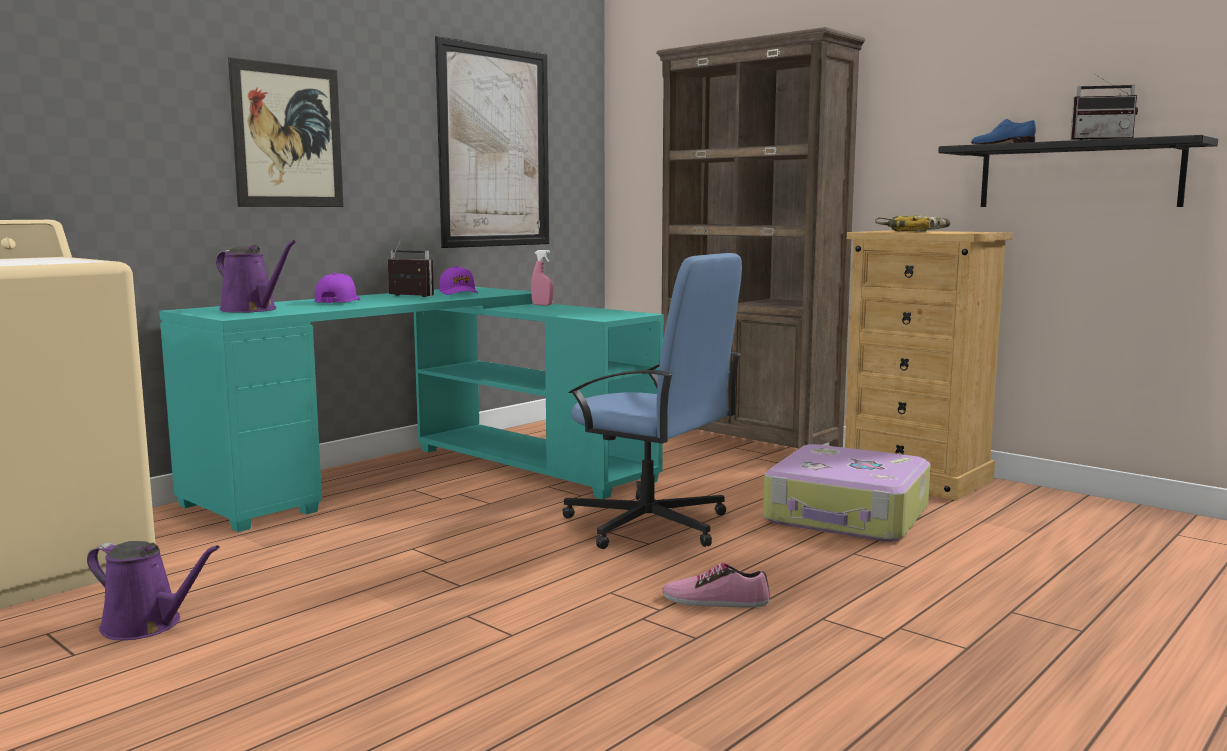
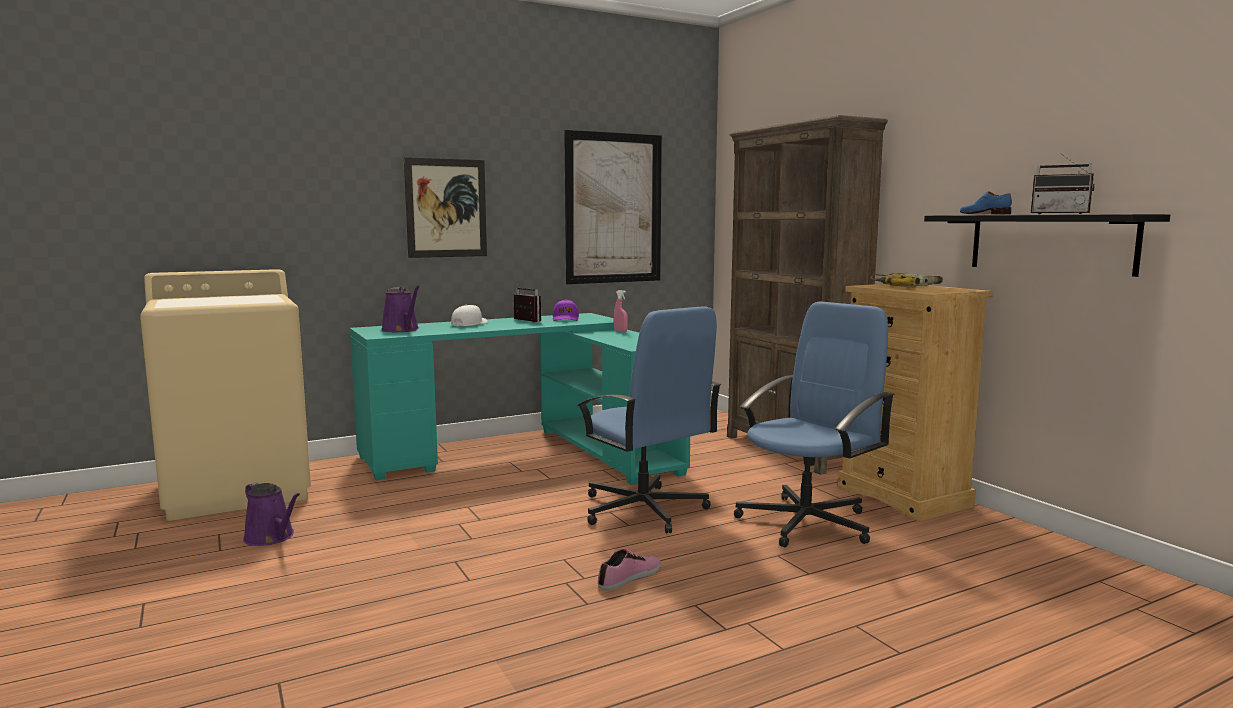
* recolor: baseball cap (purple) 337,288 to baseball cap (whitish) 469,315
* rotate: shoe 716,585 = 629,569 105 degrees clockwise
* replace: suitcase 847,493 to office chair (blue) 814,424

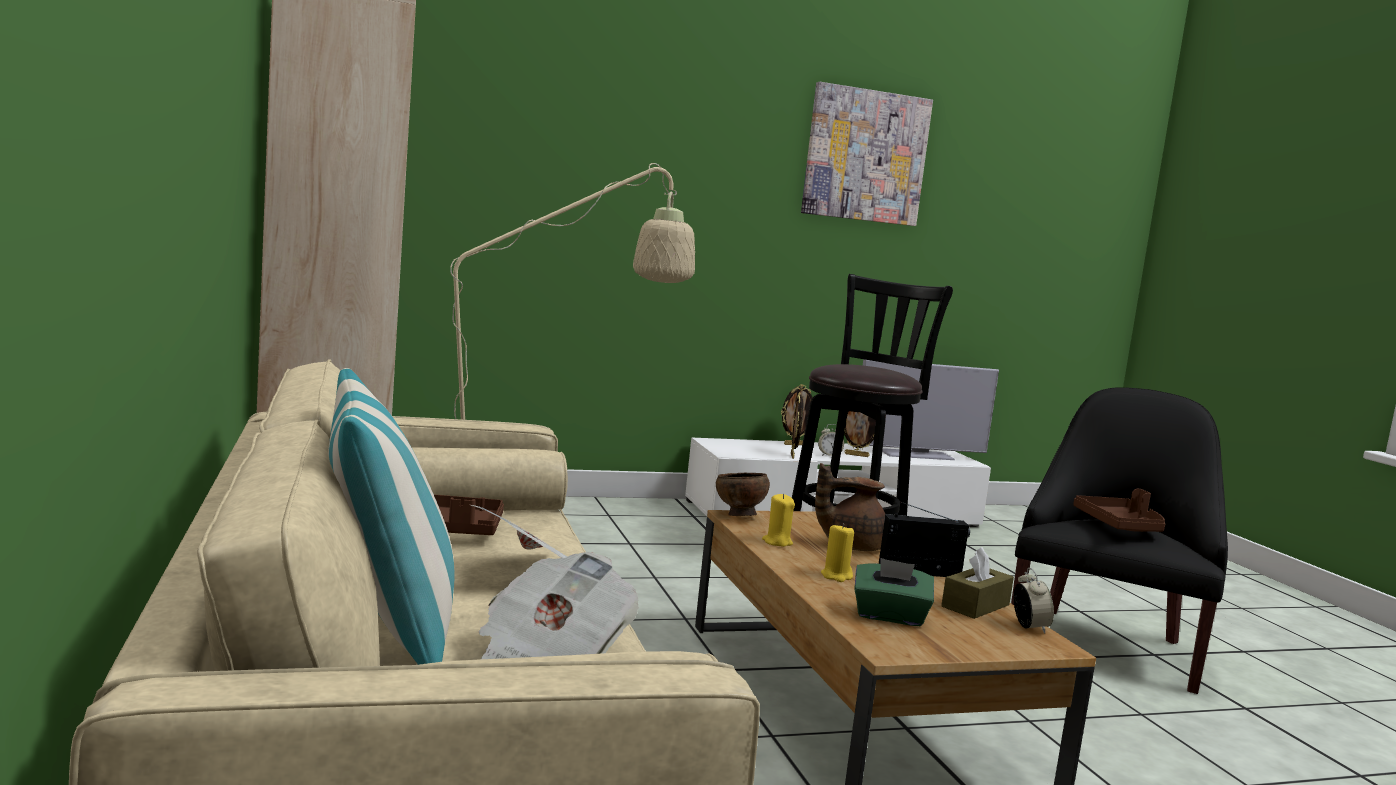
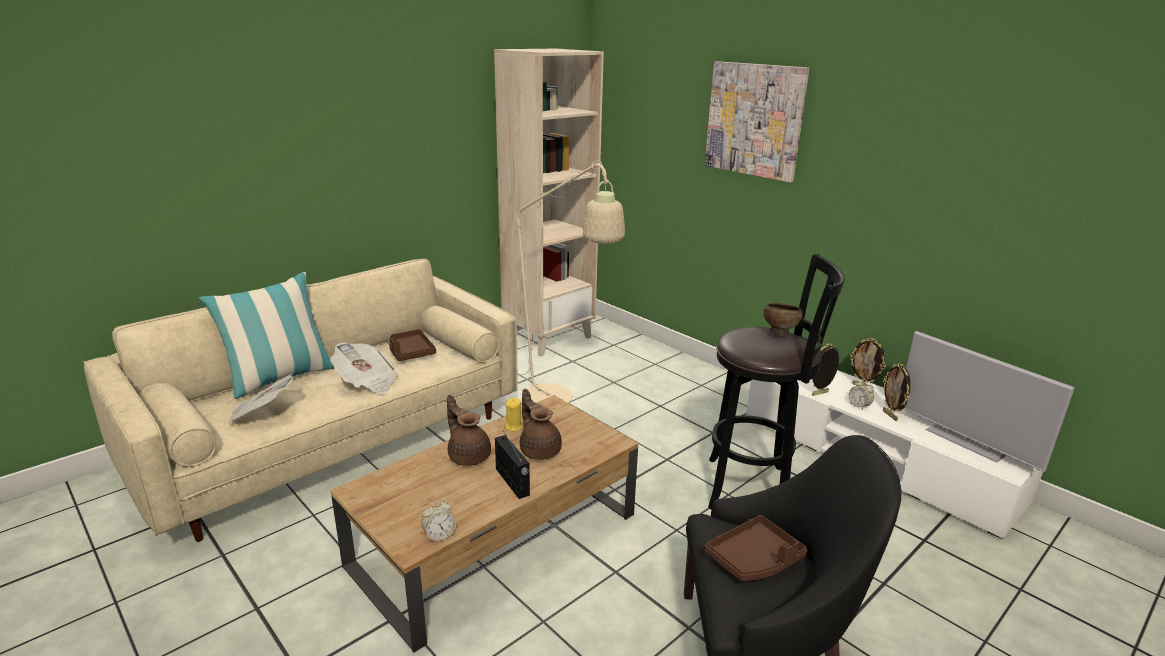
* move: bowl (brownish) 743,494 to 783,319
* move: picture 867,154 to 757,121
* replace: candle (yellowish) 837,552 to pot for tea (brownish) 469,430
* delete: box of tissues (green-coloured) 894,592
* delete: box of tissues (brownish) 977,583

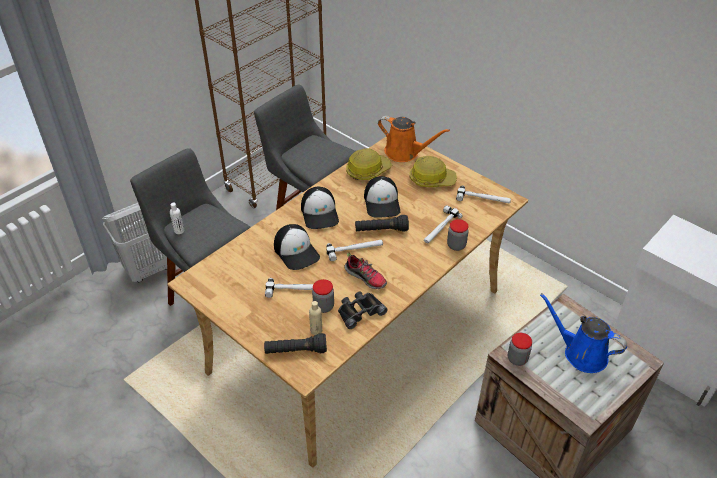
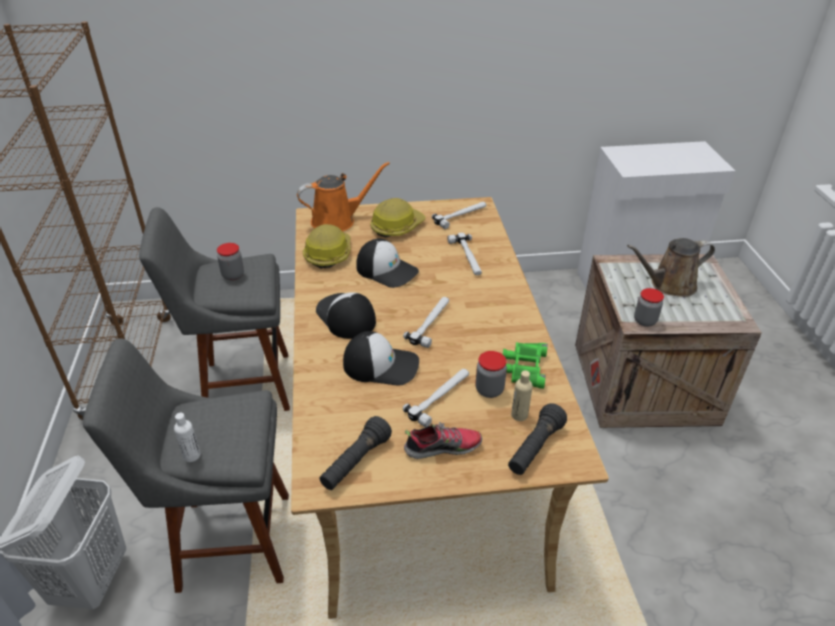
* rotate: baseball cap 320,208 = 346,315 150 degrees counterclockwise
* recolor: pair of binoculars (black-coloured) 363,310 to pair of binoculars (green-coloured) 525,365
* move: shoe 365,270 to 443,440
* move: torch (black-coloured) 382,223 to 356,453
* move: storage jar 457,235 to 230,261
* recolor: watering can (blue) 583,333 to watering can (brownish) 671,267

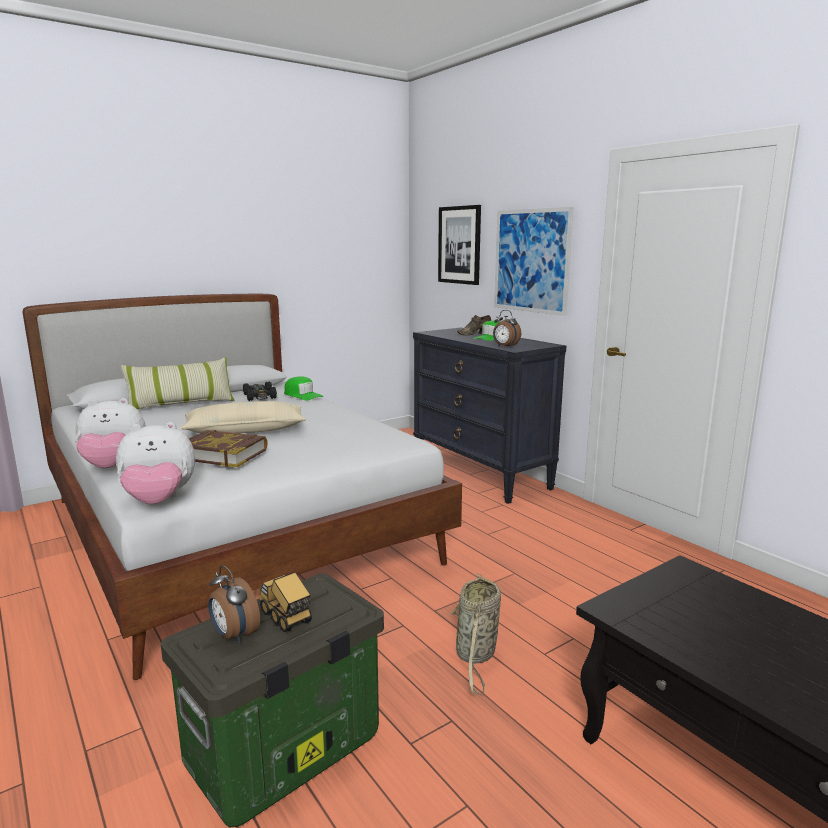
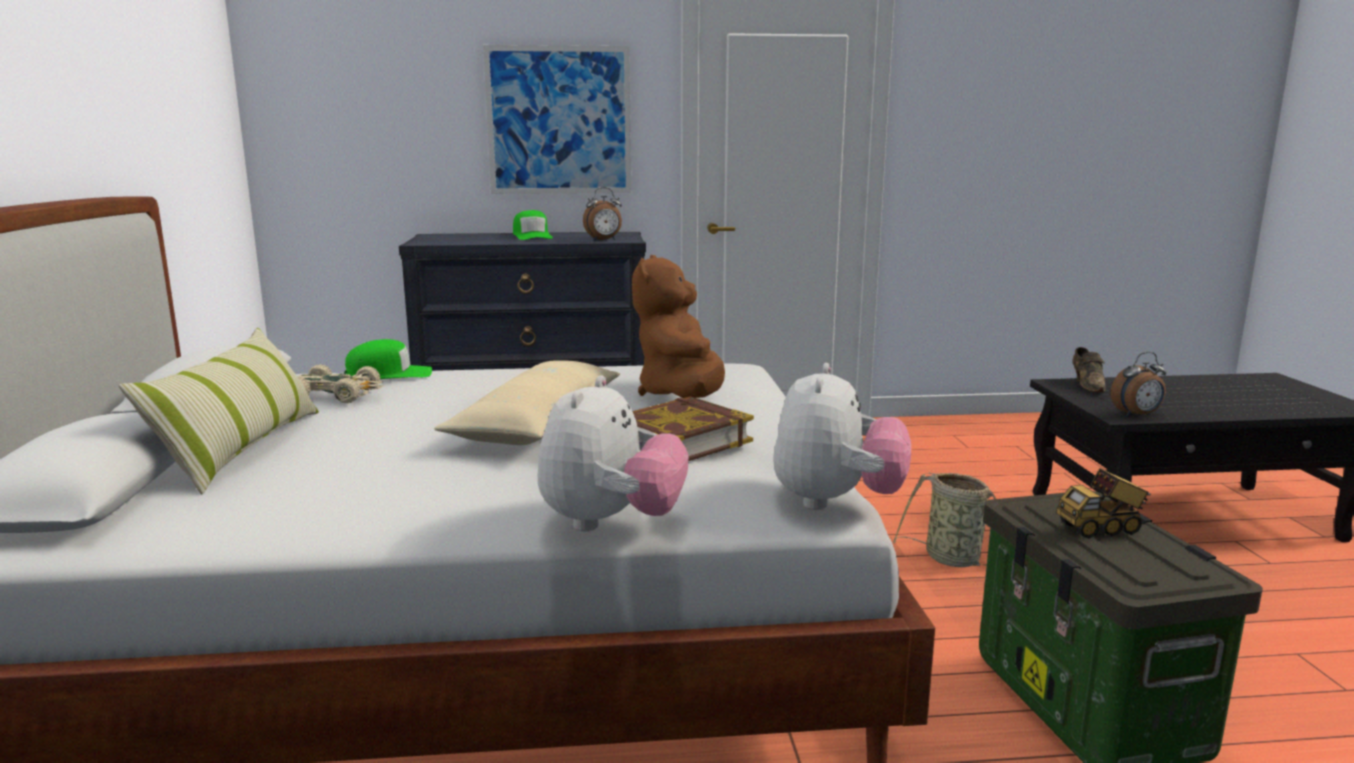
* move: alarm clock 234,604 to 1138,384
* recolor: toy car (black-coloured) 260,391 to toy car (sand-coloured) 340,384
* delete: picture 459,245
* move: shoe (brownish) 474,325 to 1089,370
* insert: plush toy (brownish) 678,326

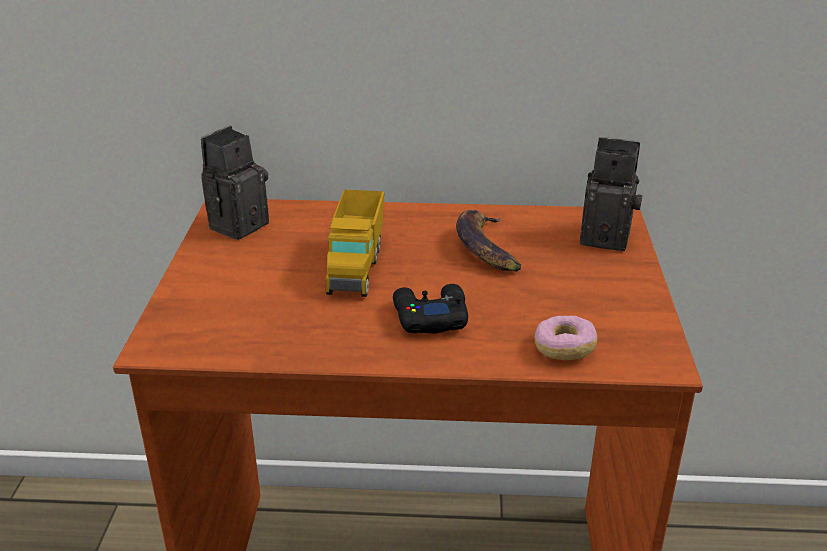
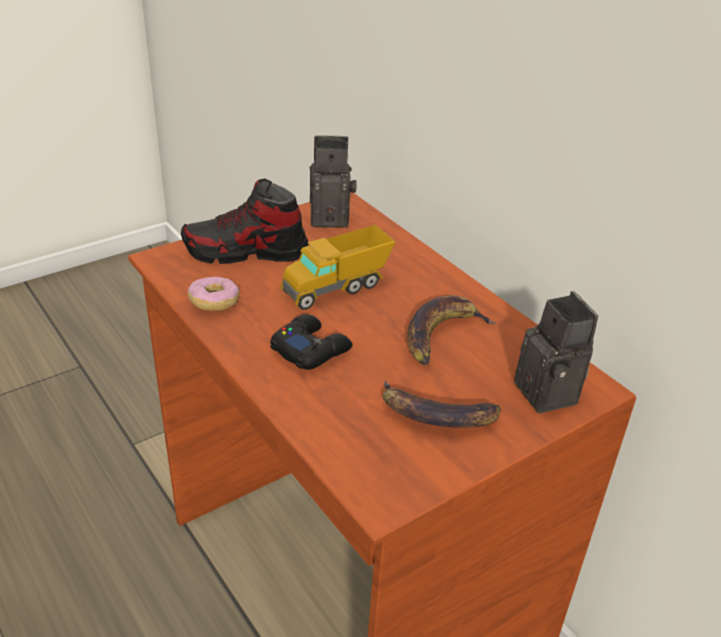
* move: donut 565,338 to 213,294
* insert: shoe 244,221
* insert: banana 442,404

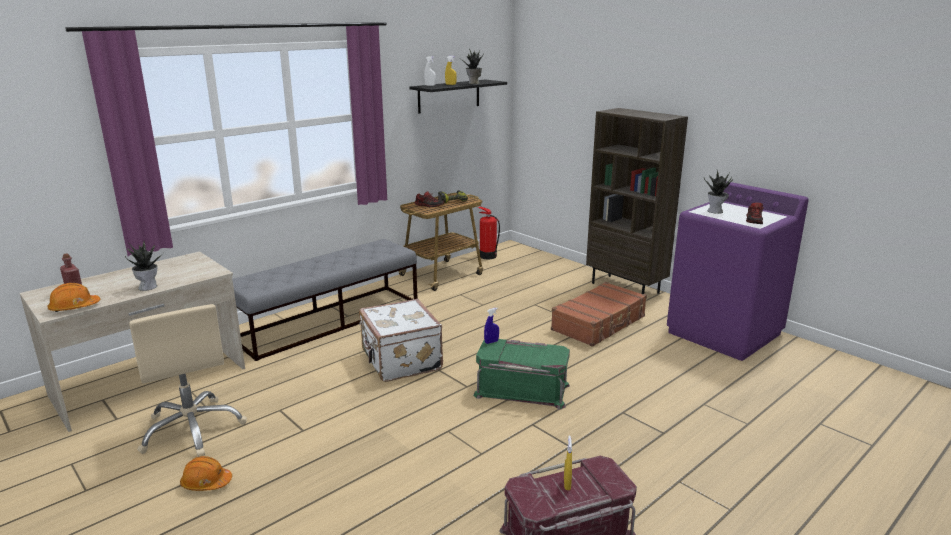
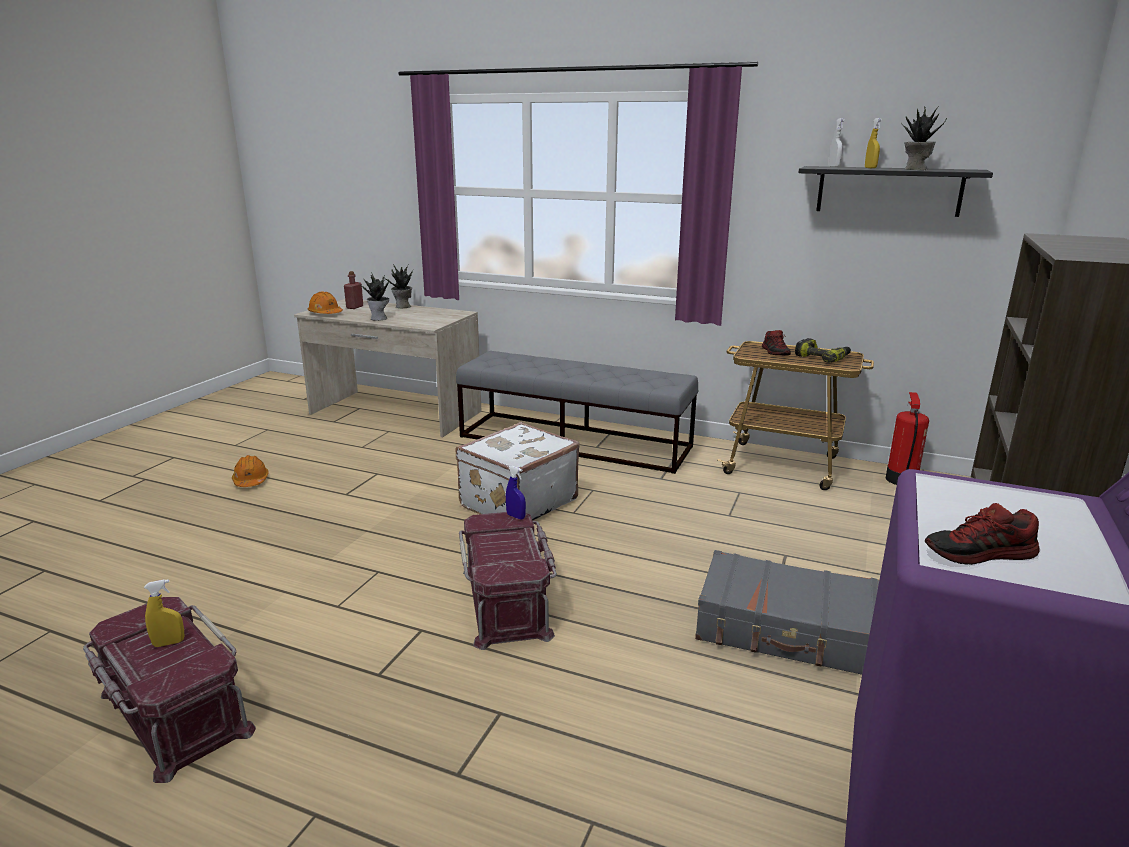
* delete: office chair (sand-coloured) 188,380
* recolor: storage bin (green-coloured) 522,374 to storage bin (red) 508,581
* recolor: suitcase (brownish) 599,314 to suitcase (greyish) 787,612
* move: houseplant 718,192 to 398,286

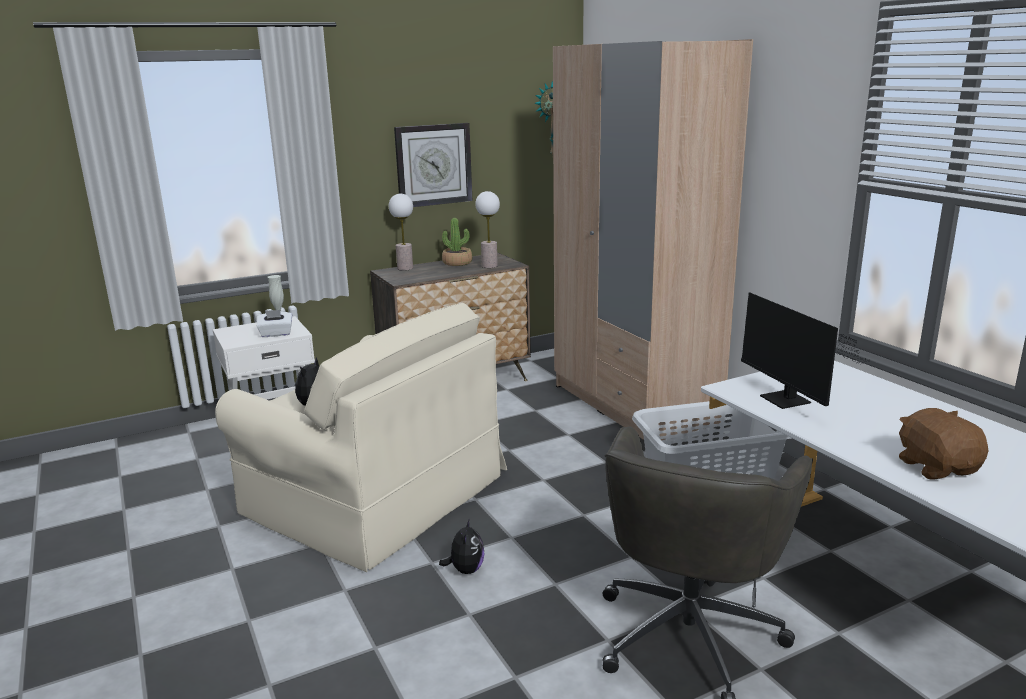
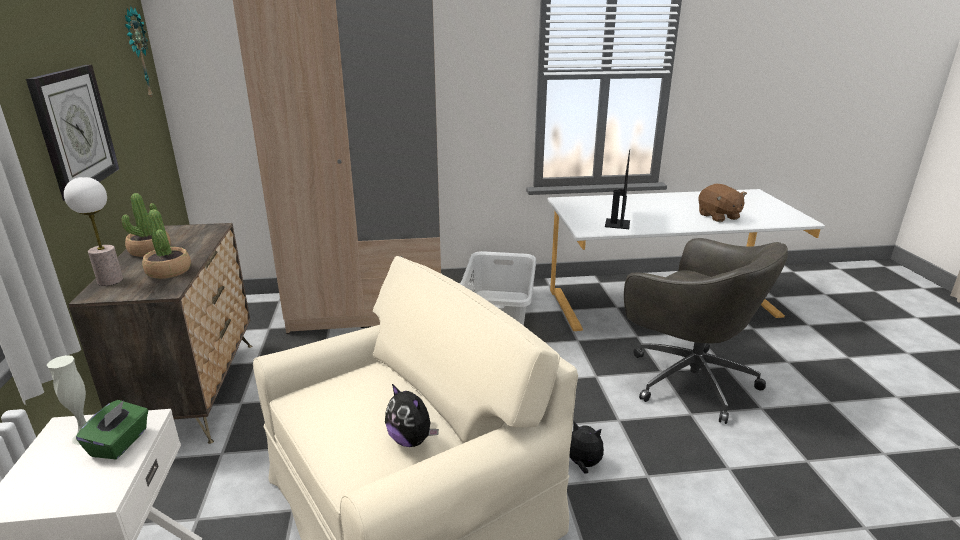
* recolor: box of tissues (whitish) 274,323 to box of tissues (green-coloured) 112,429
* delete: lamp for a table 487,229
* rotate: monitor 805,350 = 617,189 75 degrees counterclockwise
* rotate: plush toy (brownish) 944,444 = 722,203 120 degrees counterclockwise
* insert: houseplant 166,244

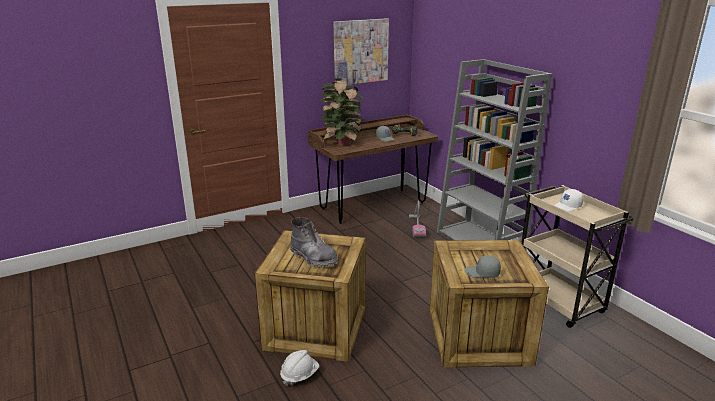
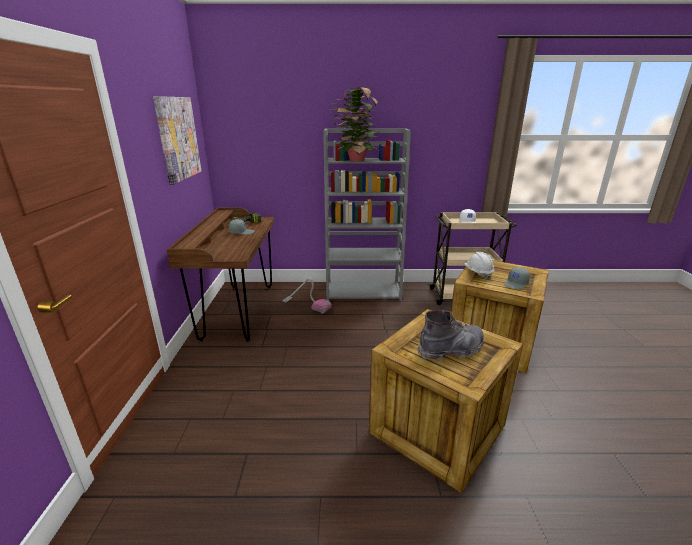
* move: hard hat (whitish) 299,368 to 479,265
* move: houseplant 342,113 to 355,124

